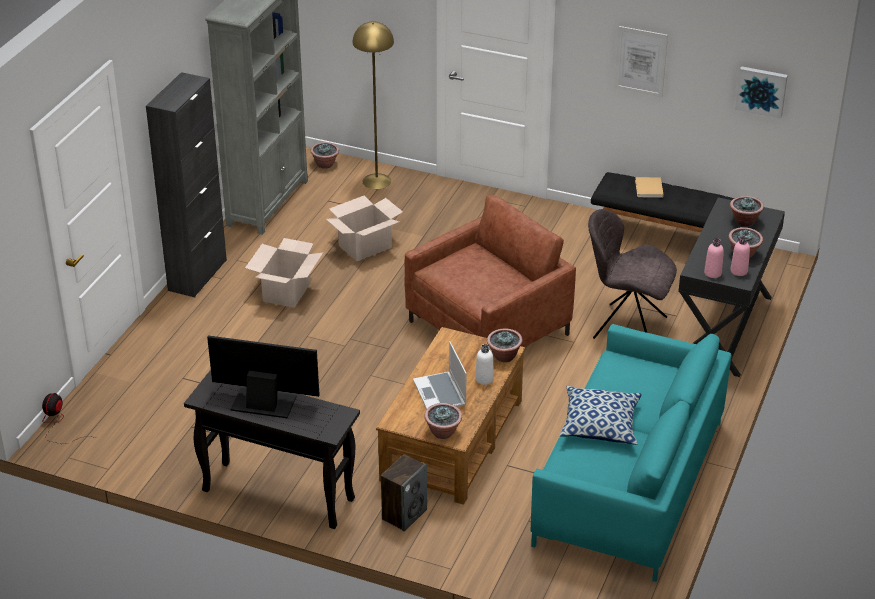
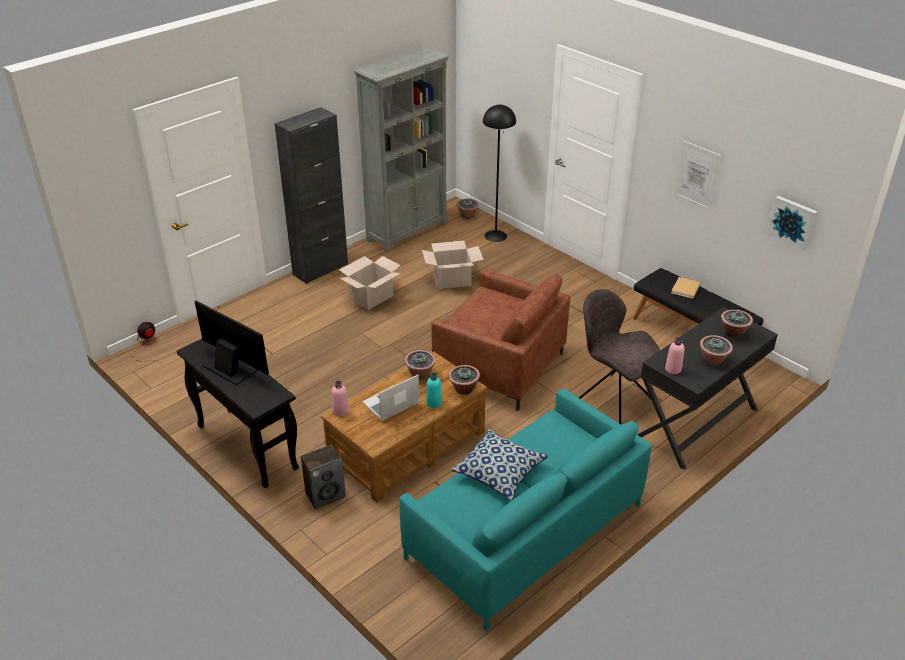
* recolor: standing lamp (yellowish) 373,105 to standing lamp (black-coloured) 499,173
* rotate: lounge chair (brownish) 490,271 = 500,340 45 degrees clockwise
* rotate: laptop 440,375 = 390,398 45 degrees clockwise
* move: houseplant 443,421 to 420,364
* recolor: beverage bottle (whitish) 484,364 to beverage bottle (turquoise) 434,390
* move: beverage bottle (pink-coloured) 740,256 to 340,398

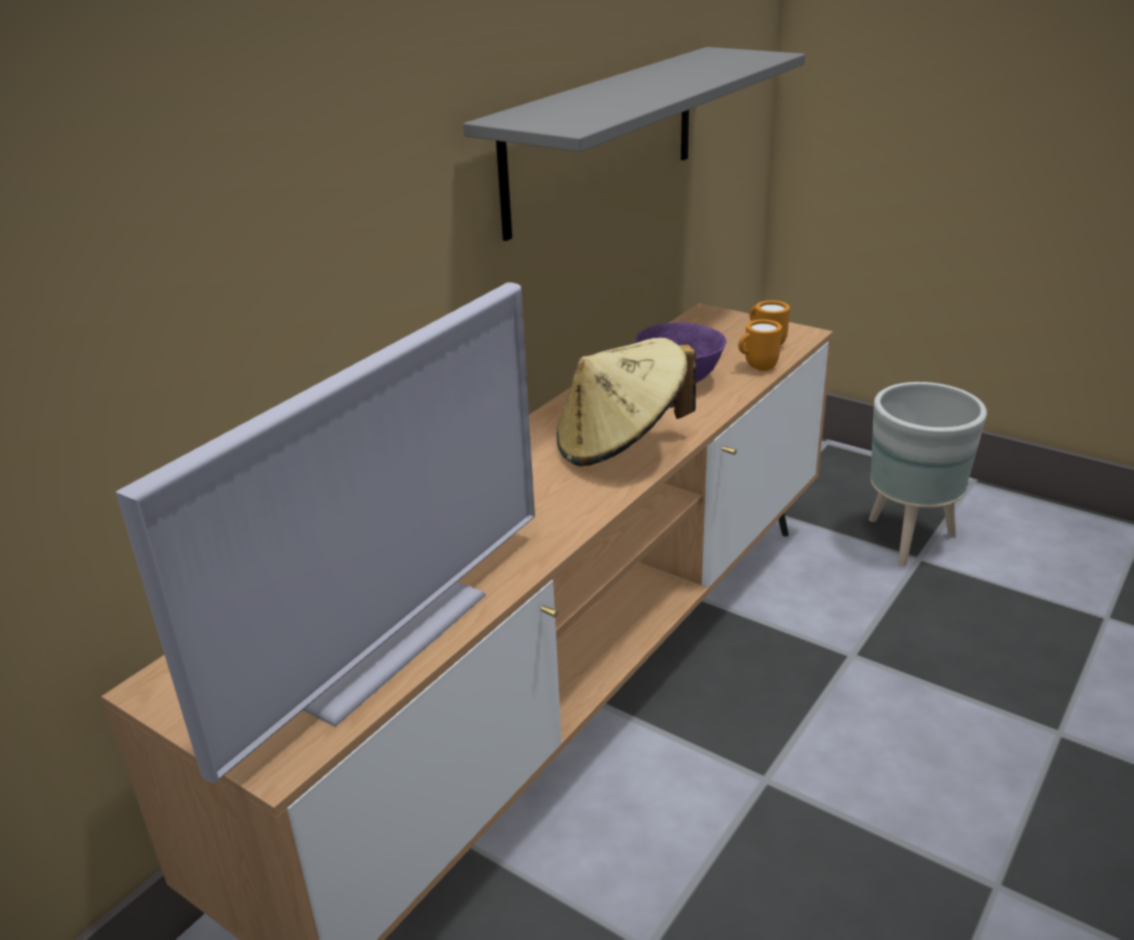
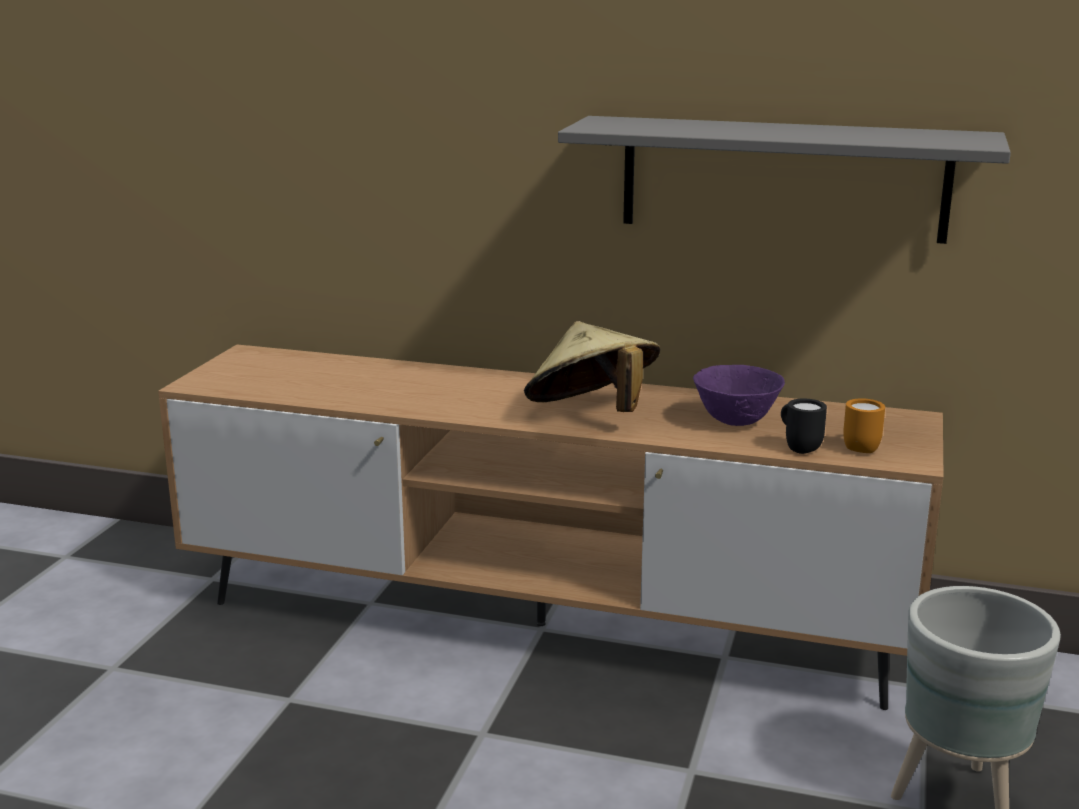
* delete: TV 325,532
* recolor: tea mug (orangey) 760,345 to tea mug (black-coloured) 804,426

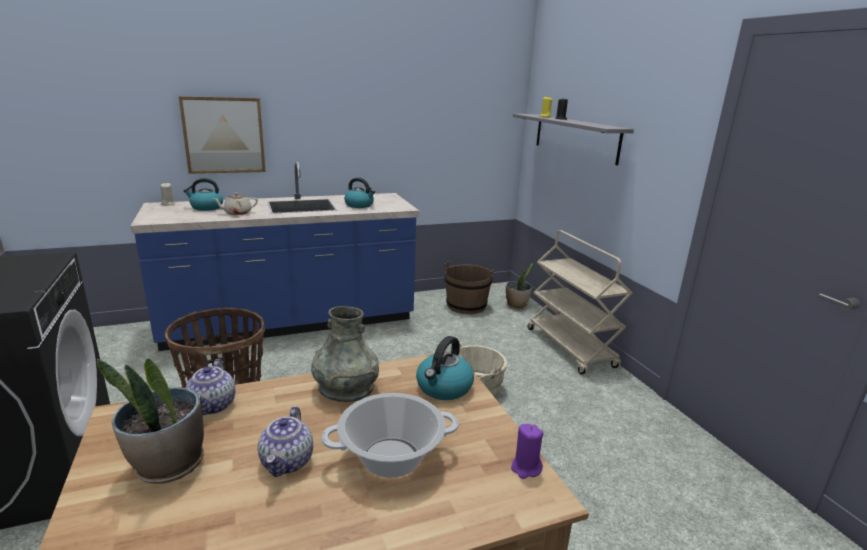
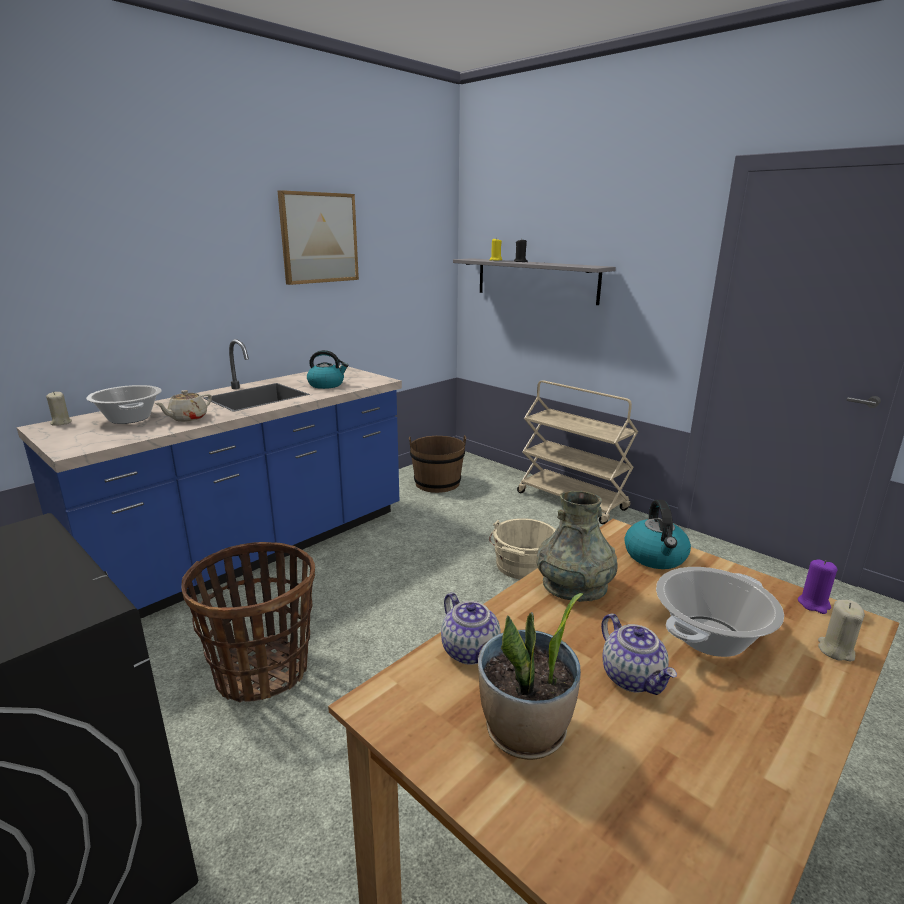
* move: picture 222,135 to 318,237
* replace: water kettle 203,194 to saucepot 124,404
* delete: houseplant 519,286
* insert: candle (sand-coloured) 841,631

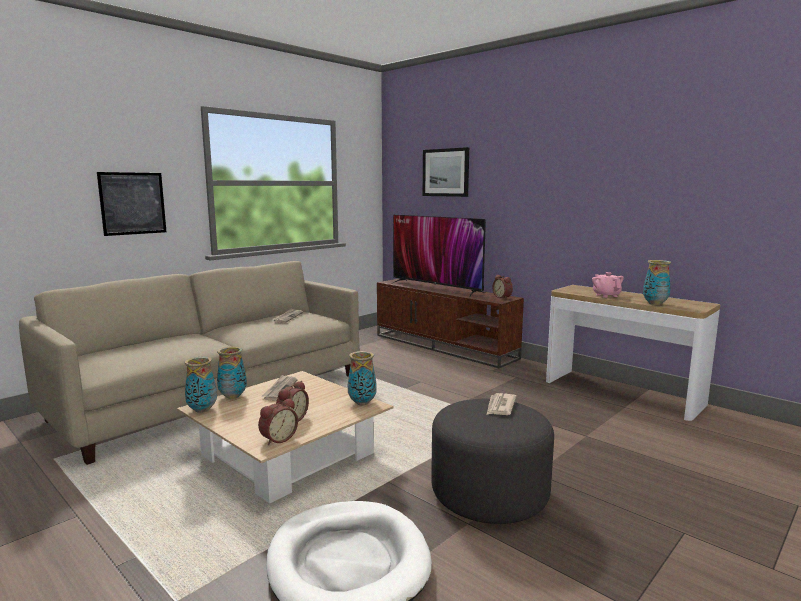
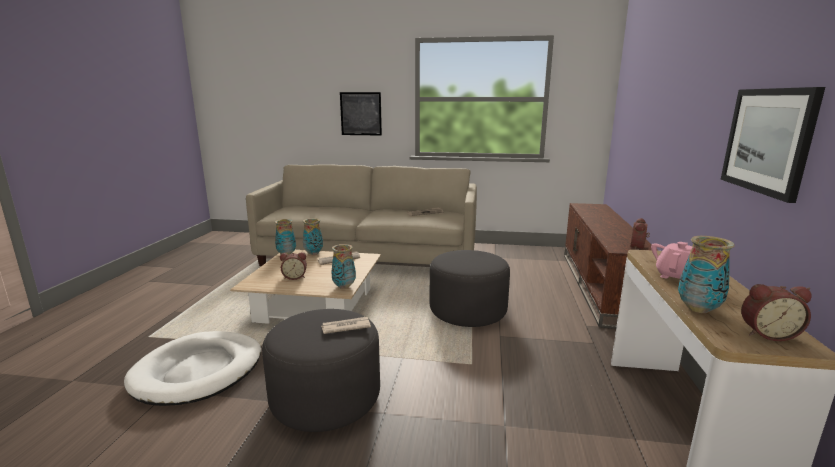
* move: alarm clock 278,421 to 776,312
* delete: TV 438,255
* move: picture 446,172 to 773,145
* insert: pouffe (greyish) 469,288

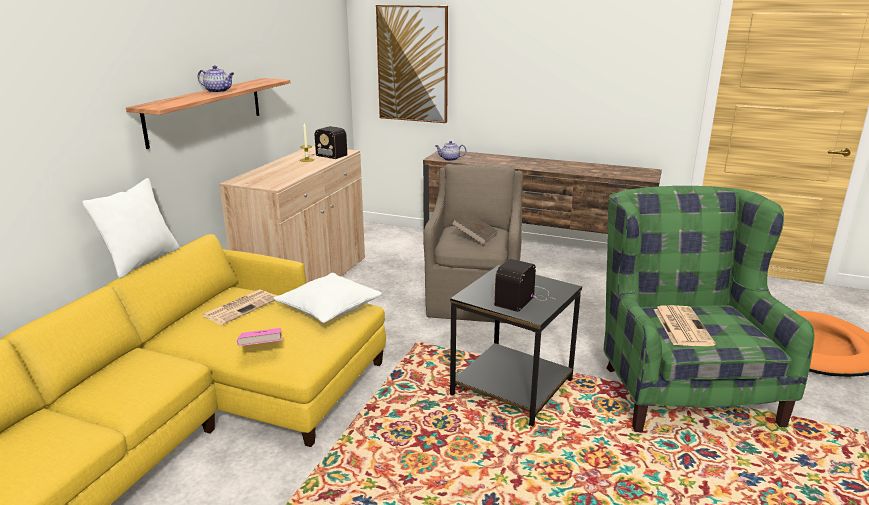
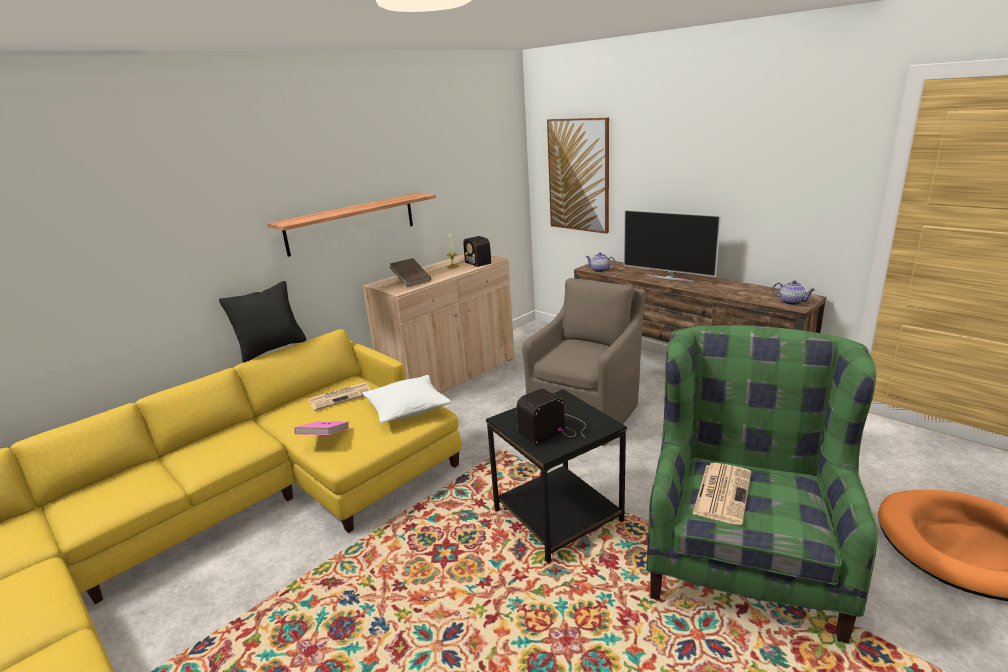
* recolor: throw pillow (whitish) 130,228 to throw pillow (black-coloured) 262,321
* move: pot for tea 216,79 to 794,292
* move: bound book (brownish) 475,228 to 410,272
* insert: TV 672,245

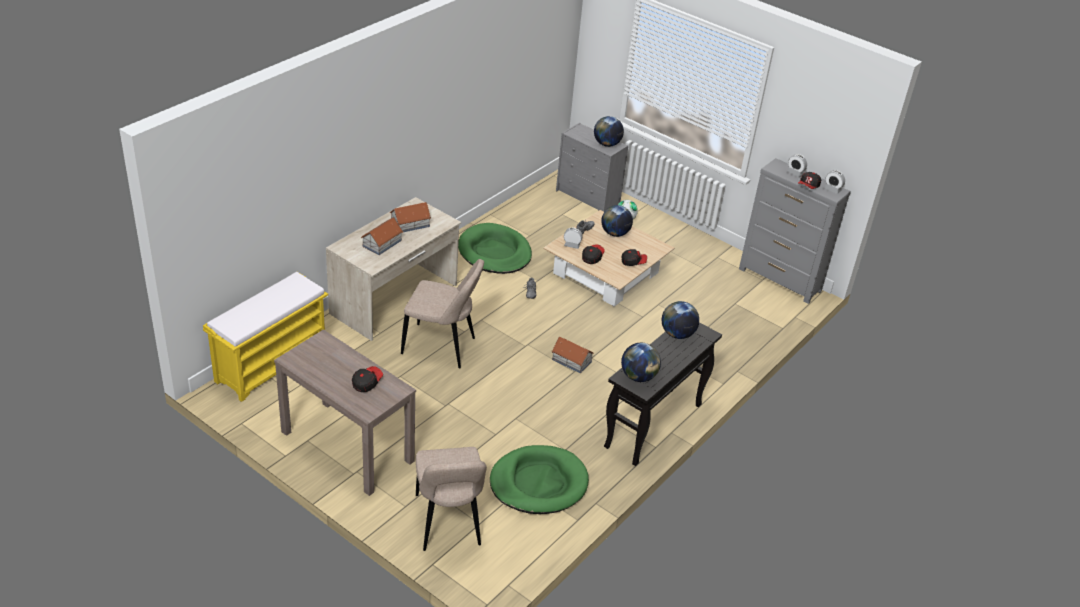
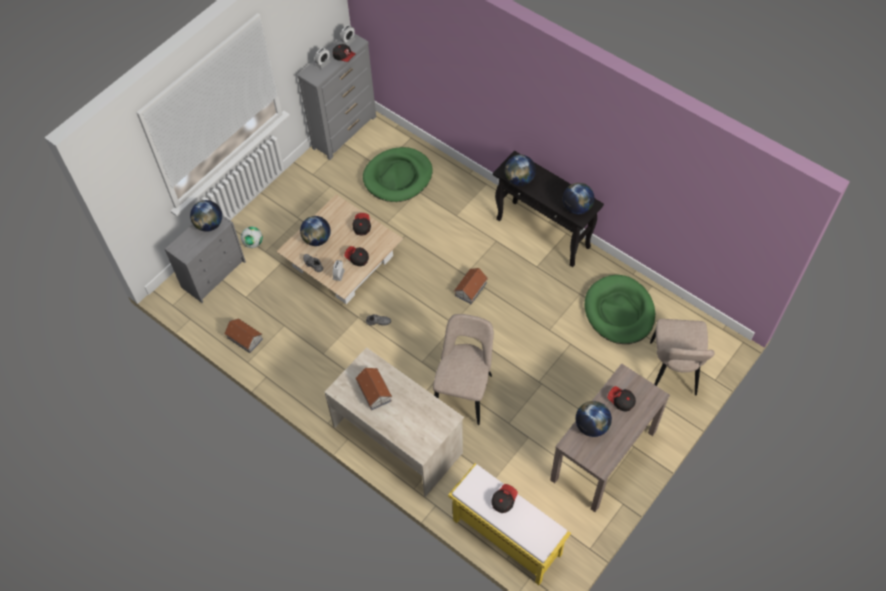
* move: toy house 382,236 to 243,336
* rotate: plain chair (sand-coloured) 451,499 = 682,357 105 degrees clockwise
* move: pet bed (green-coloured) 495,248 to 398,174
* insert: baseball cap 505,498
* insert: globe 594,419

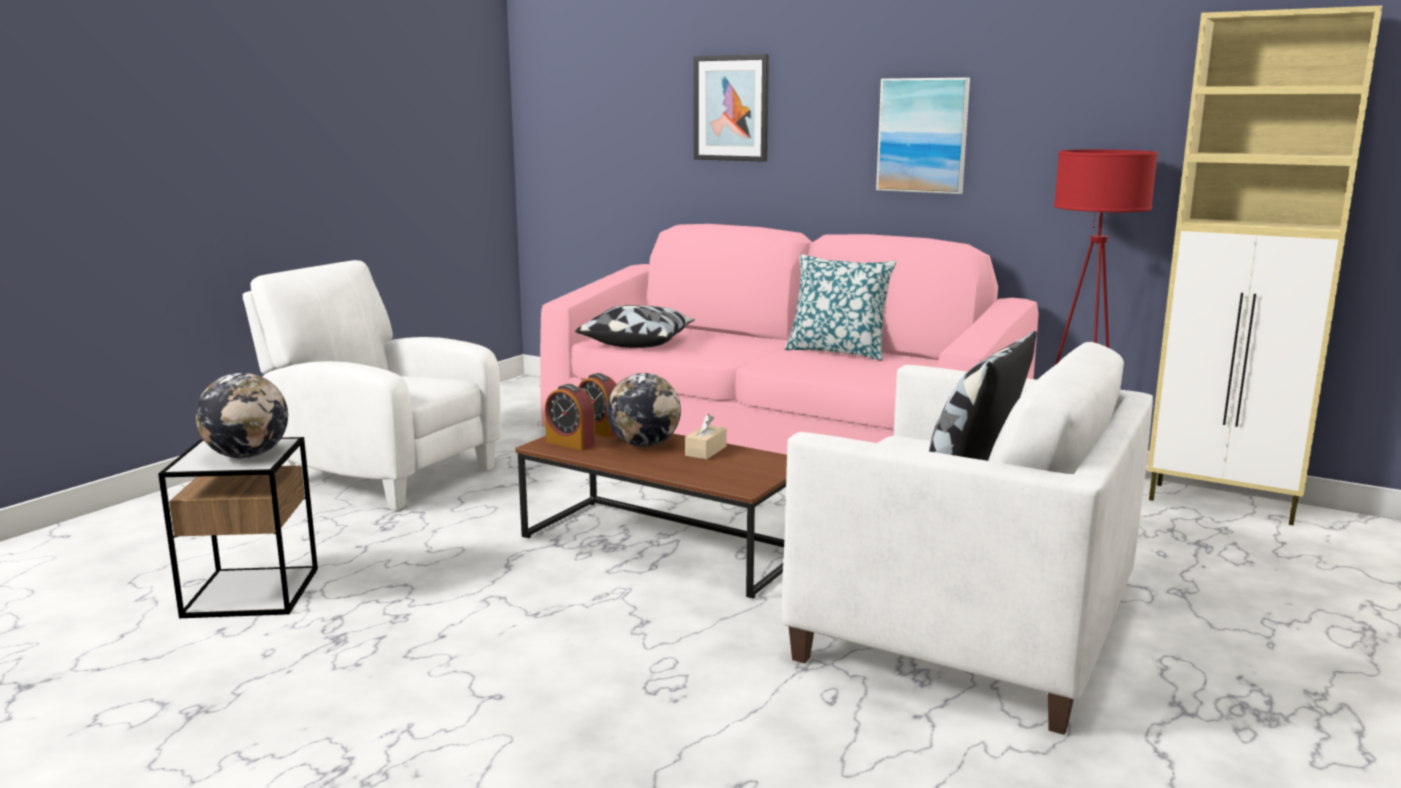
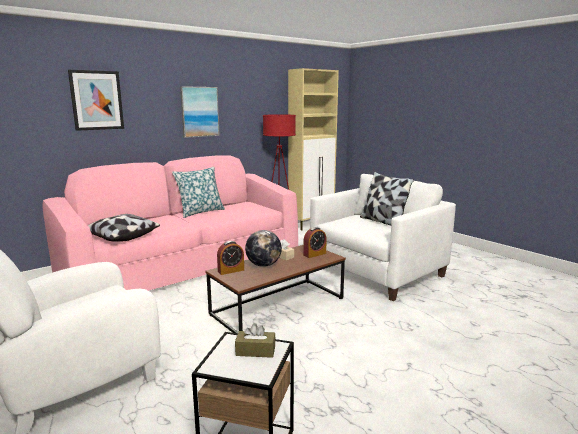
* replace: globe 241,415 to box of tissues (brownish) 255,340
* move: alarm clock 570,417 to 315,242

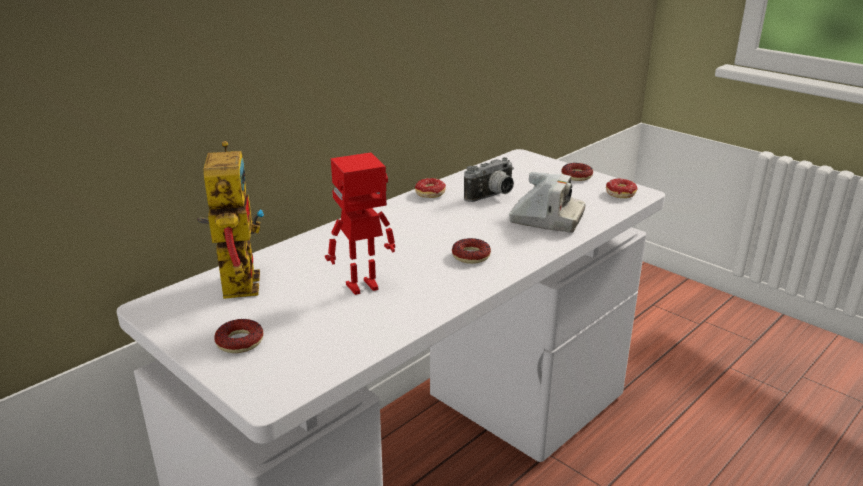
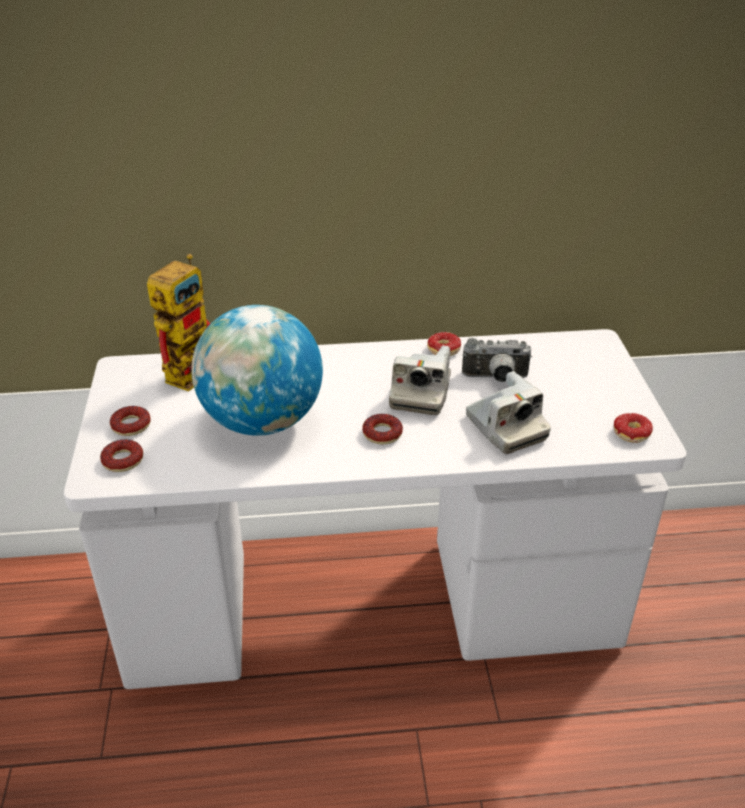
* replace: toy robot 360,223 to globe 257,370
* move: donut 577,172 to 121,455
* insert: still camera 420,380

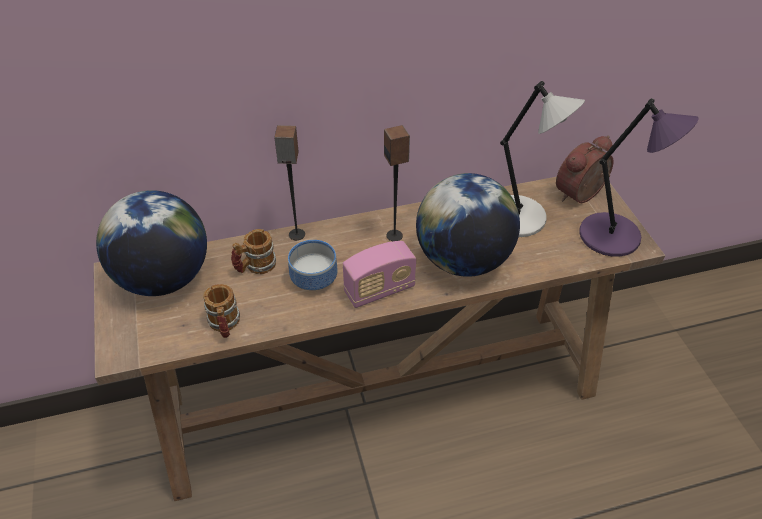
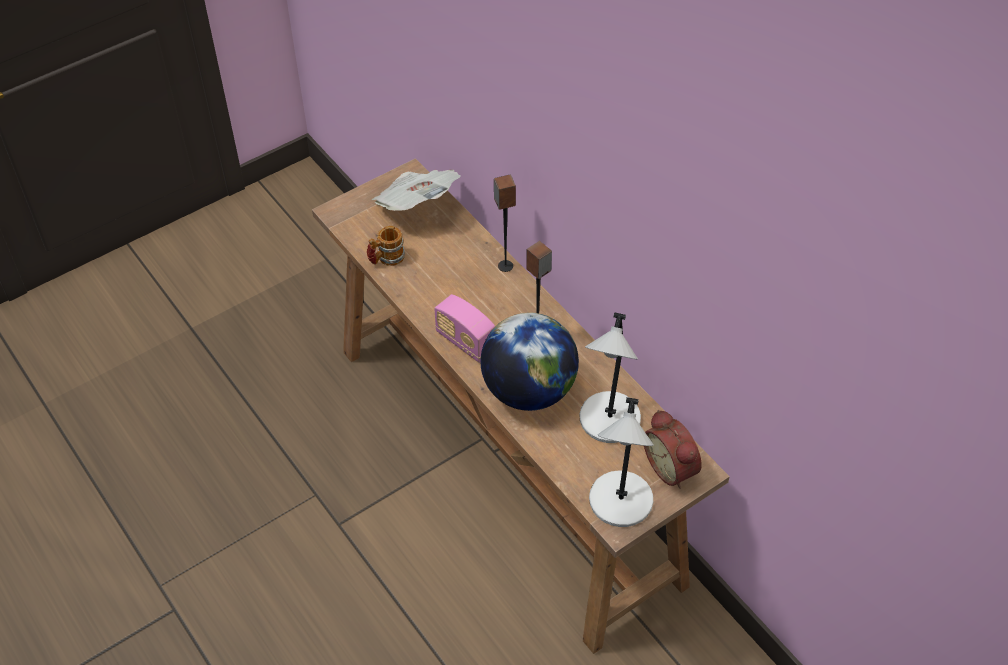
* replace: globe 151,243 to newspaper 416,190
* delete: tea mug 253,251
* delete: bowl 312,265
* rotate: alarm clock 585,169 = 673,449 150 degrees counterclockwise
* recolor: lamp for a table (purple) 639,177 to lamp for a table (greyish) 621,462

